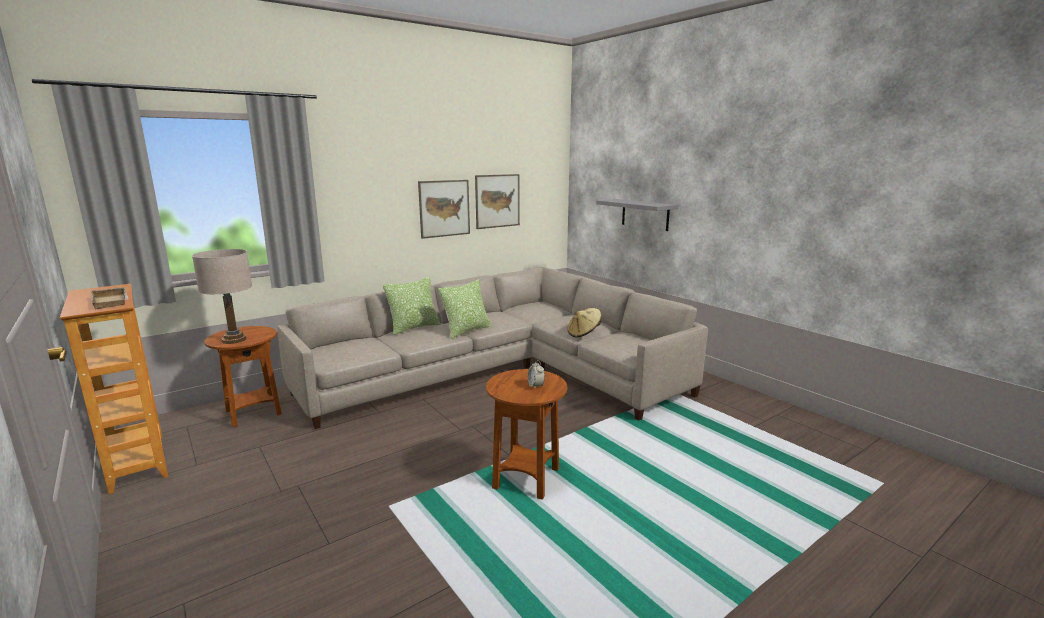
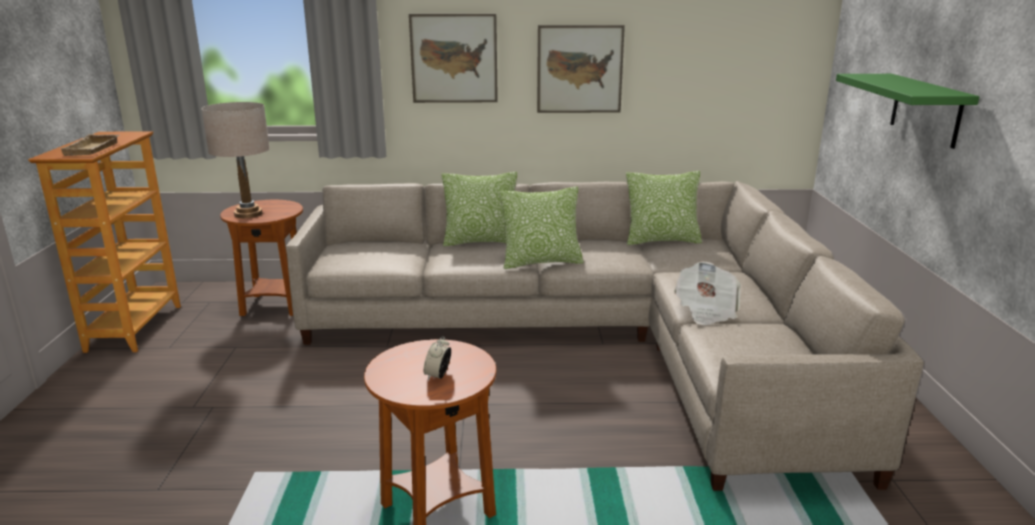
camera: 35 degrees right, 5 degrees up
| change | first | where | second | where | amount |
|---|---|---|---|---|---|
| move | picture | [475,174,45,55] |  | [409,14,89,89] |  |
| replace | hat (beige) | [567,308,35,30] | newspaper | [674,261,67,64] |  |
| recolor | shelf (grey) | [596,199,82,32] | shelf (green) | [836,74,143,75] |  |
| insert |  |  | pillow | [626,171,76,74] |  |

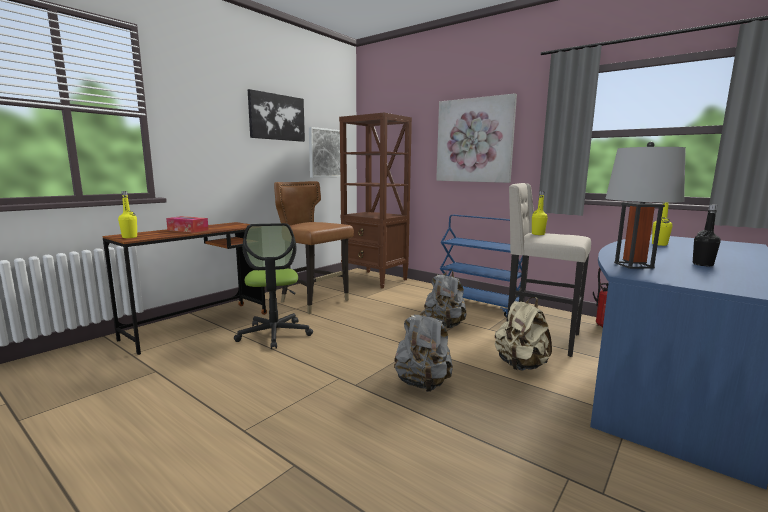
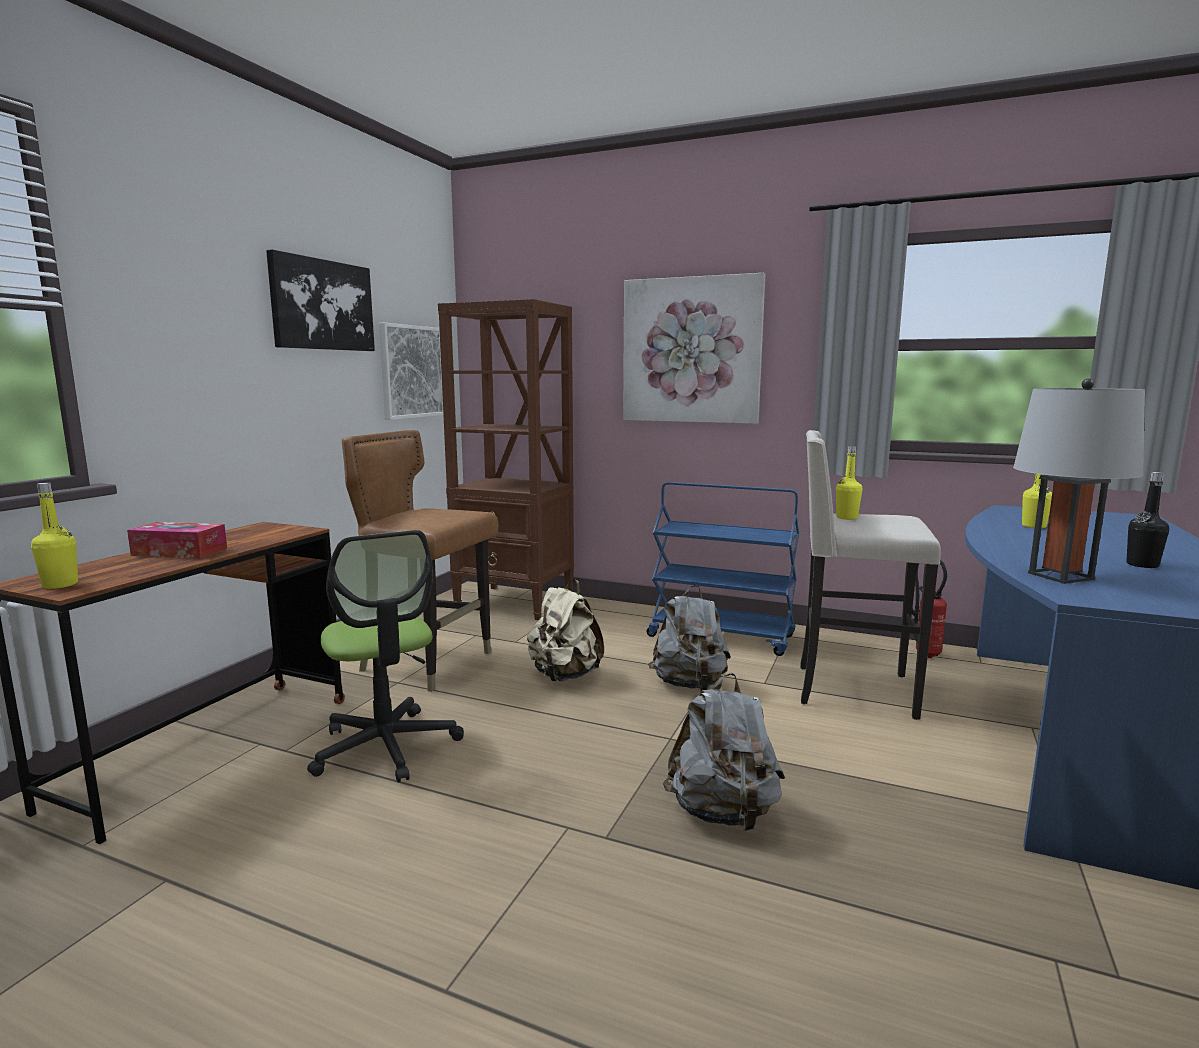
camera: 15 degrees left, 0 degrees up
| change | first | where | second | where | amount |
|---|---|---|---|---|---|
| move | backpack (beige) | [495,297,57,74] |  | [527,580,77,101] |  |

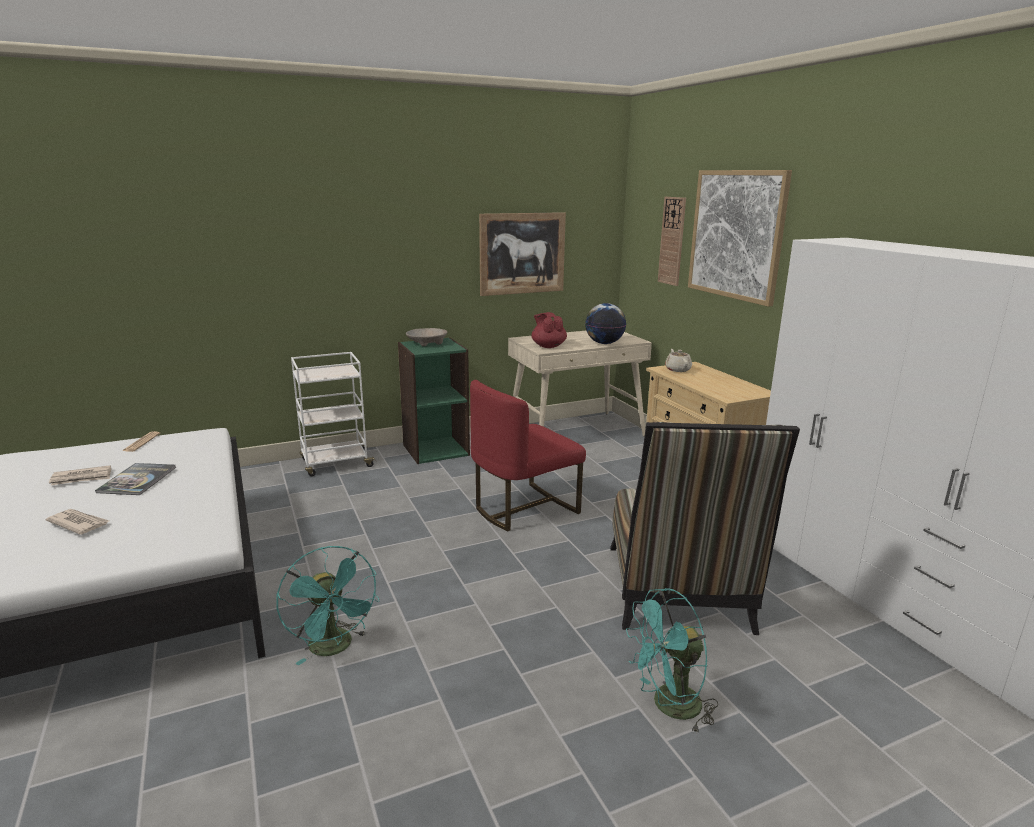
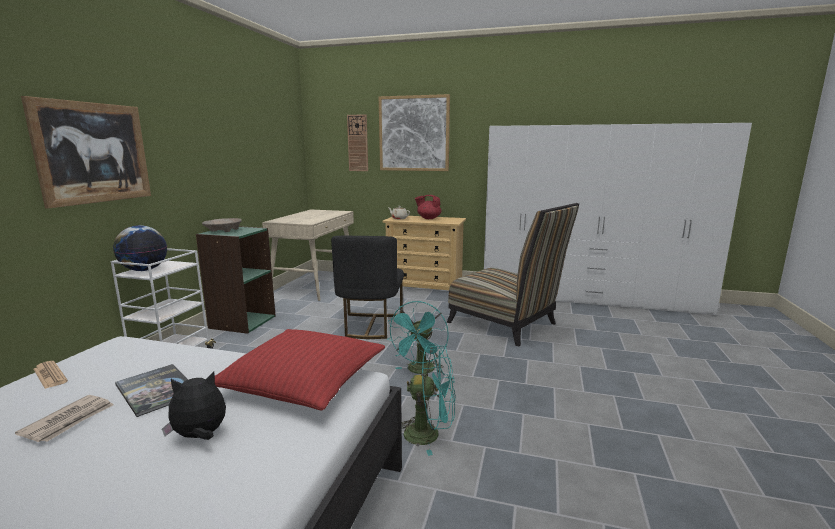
camera: 50 degrees left, 5 degrees down
| change | first | where | second | where | amount |
|---|---|---|---|---|---|
| replace | newspaper | [46,509,63,26] | plush toy | [162,372,64,68] |  |
| recolor | chair (red) | [470,380,116,151] | chair (black) | [331,236,73,103] |  |
| move | picture | [479,212,87,84] |  | [21,96,130,113] |  |
| move | teapot (red) | [531,312,36,36] |  | [415,195,26,24] |  |
| move | globe | [585,303,41,41] |  | [113,225,54,46] |  |
| move | fan (turquoise) | [626,588,92,145] |  | [388,301,61,73] |  |
| insert |  |  | pillow (red) | [215,329,170,81] |  |

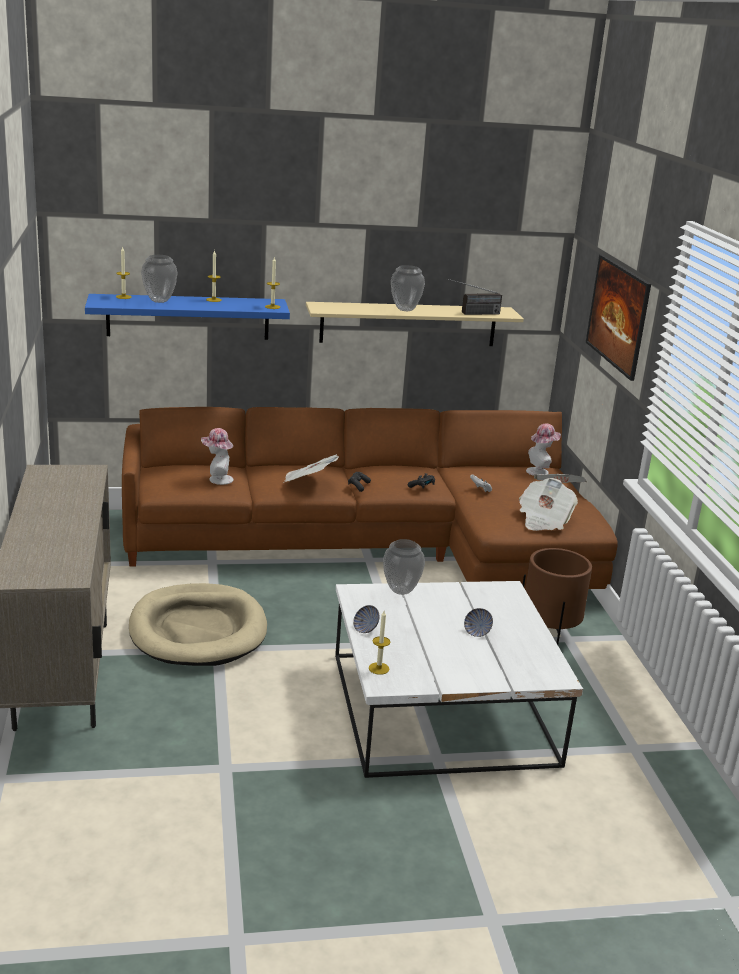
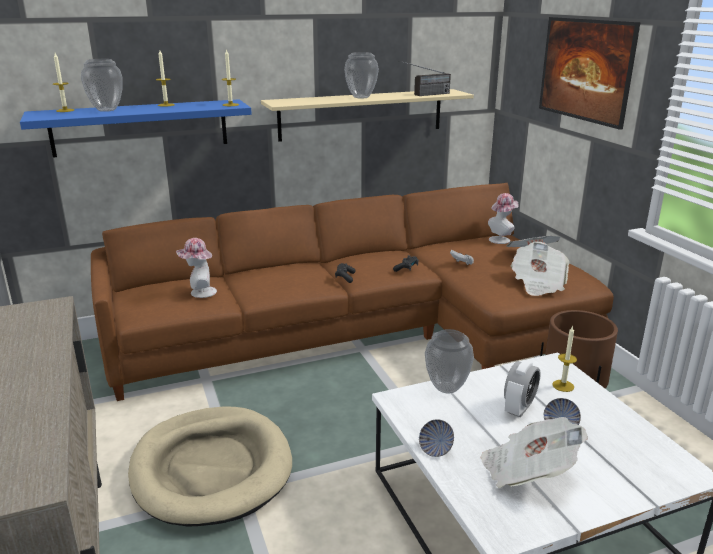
camera: 10 degrees left, 0 degrees up
| change | first | where | second | where | amount |
|---|---|---|---|---|---|
| move | newspaper | [283,454,56,29] |  | [480,417,108,71] |  |
| move | candle | [369,611,21,64] |  | [552,326,25,66] |  |
| insert |  |  | alarm clock | [504,360,37,58] |  |

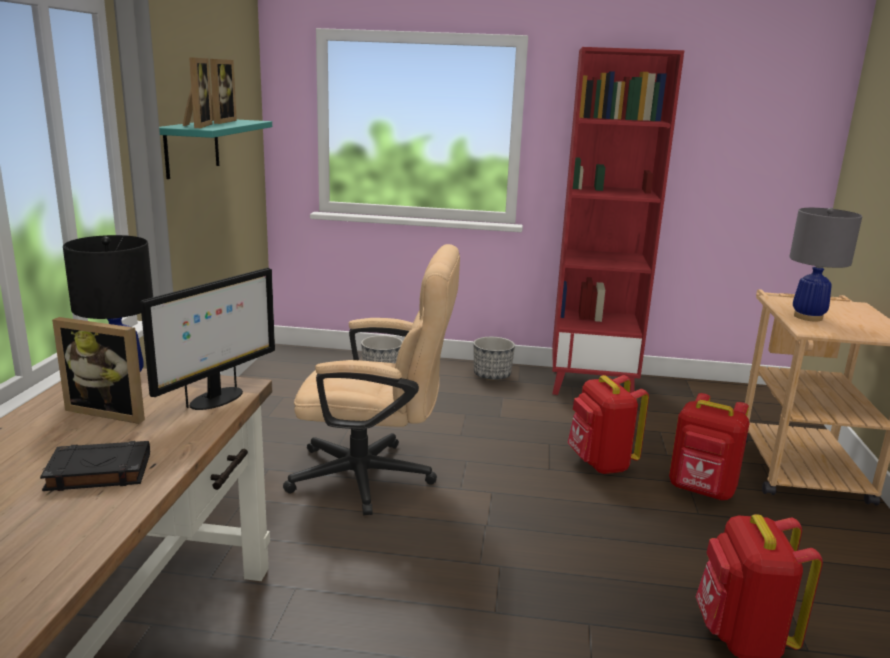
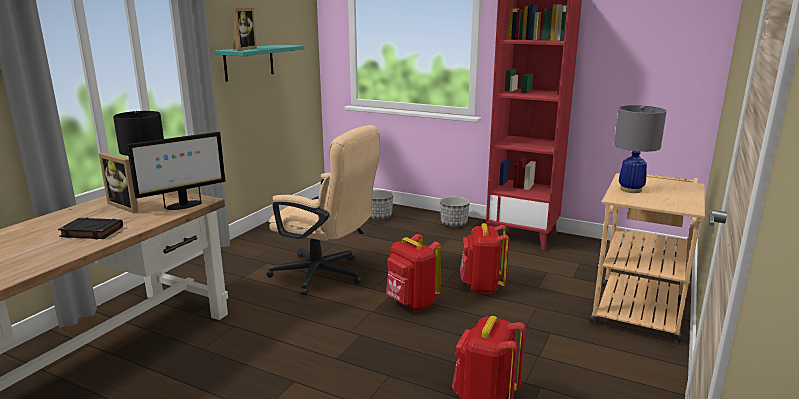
camera: 20 degrees right, 0 degrees up
| change | first | where | second | where | amount |
|---|---|---|---|---|---|
| delete | picture frame | [210,59,27,65] |  |  |  |
| move | backpack (red) | [669,393,81,107] |  | [386,234,56,77] |  |

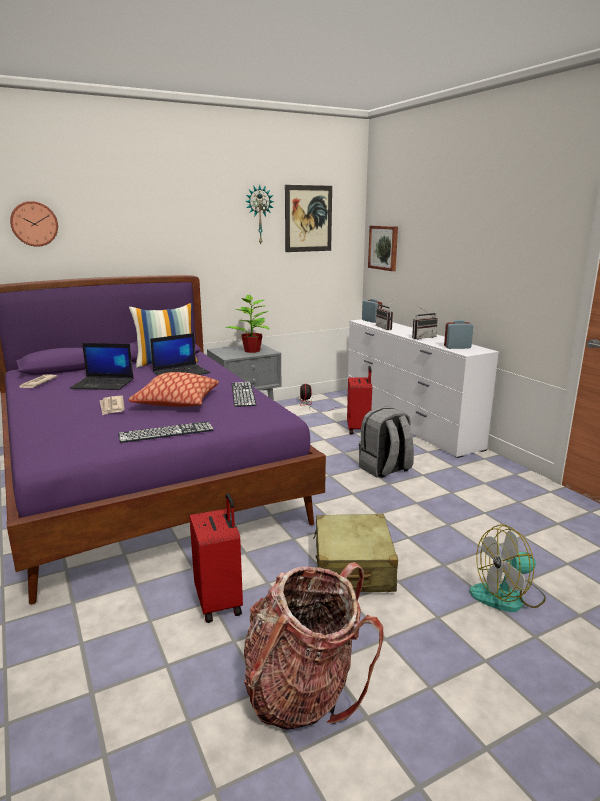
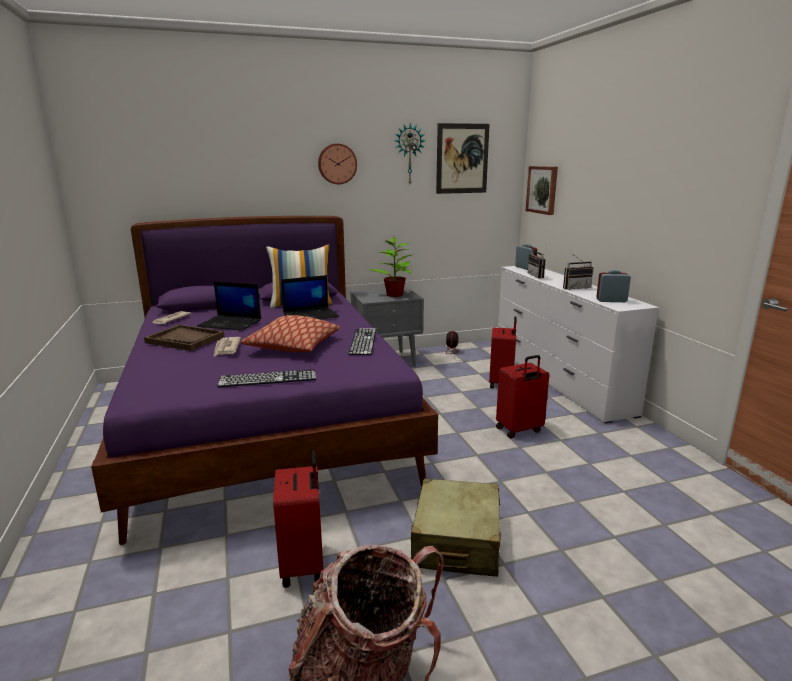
camera: 10 degrees right, 0 degrees up
| change | first | where | second | where | amount |
|---|---|---|---|---|---|
| move | wall clock | [10,201,48,46] |  | [318,143,39,41] |  |
| replace | backpack (grey) | [359,407,55,71] | suitcase (red) | [496,355,53,84] |  |
| delete | fan | [469,524,77,88] |  |  |  |
| insert |  |  | tray (brown) | [144,325,80,26] |  |

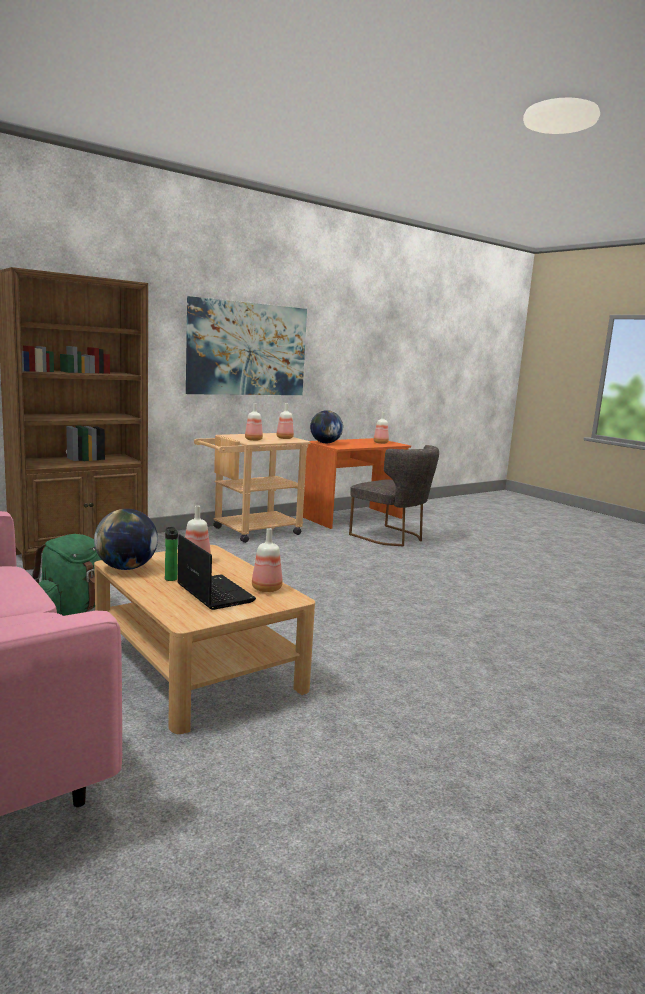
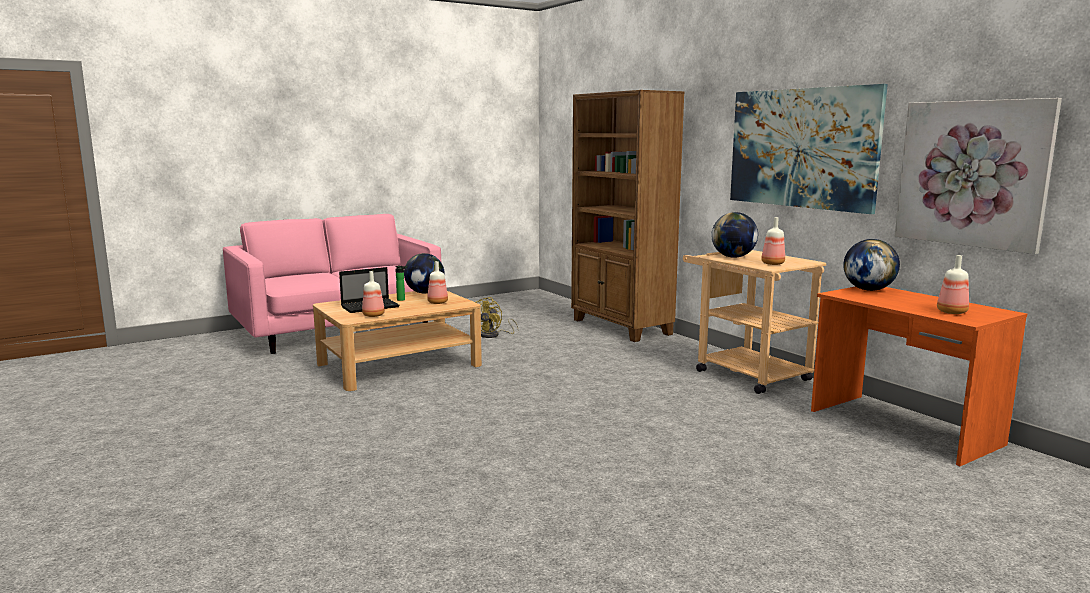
camera: 95 degrees right, 0 degrees up
| change | first | where | second | where | amount |
|---|---|---|---|---|---|
| replace | backpack (green) | [31,534,71,82] | fan (yellow) | [476,297,43,41] |  |
| replace | bottle | [245,403,18,38] | globe | [711,212,47,46] |  |
| delete | chair (grey) | [349,445,90,101] |  |  |  |
| insert |  |  | picture | [895,98,167,156] |  |

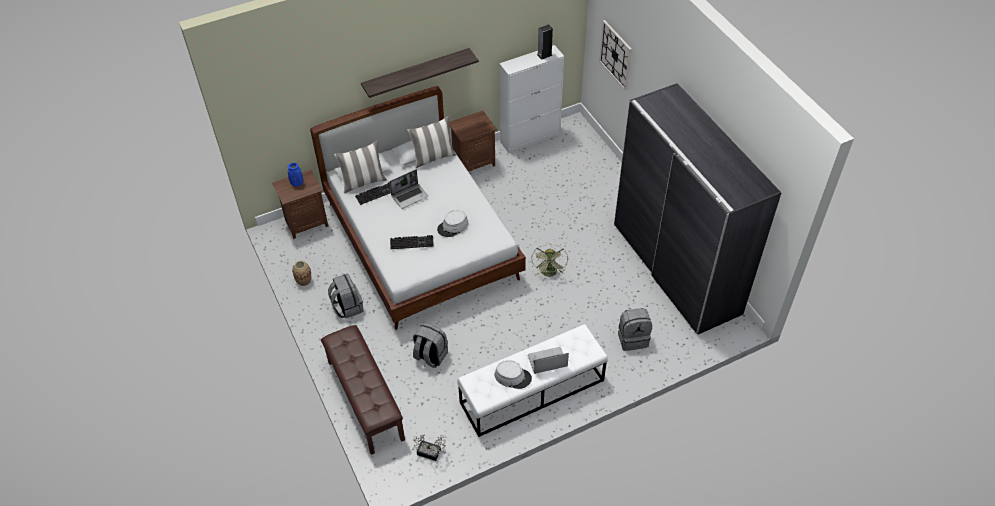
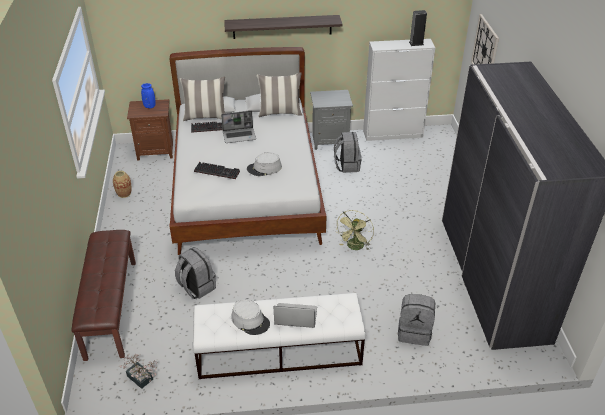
camera: 20 degrees right, 10 degrees down
| change | first | where | second | where | amount |
|---|---|---|---|---|---|
| move | backpack (grey) | [328,273,35,45] |  | [334,132,28,41] |  |
| recolor | nightstand (brown) | [449,111,48,61] | nightstand (grey) | [310,90,43,60] |  |

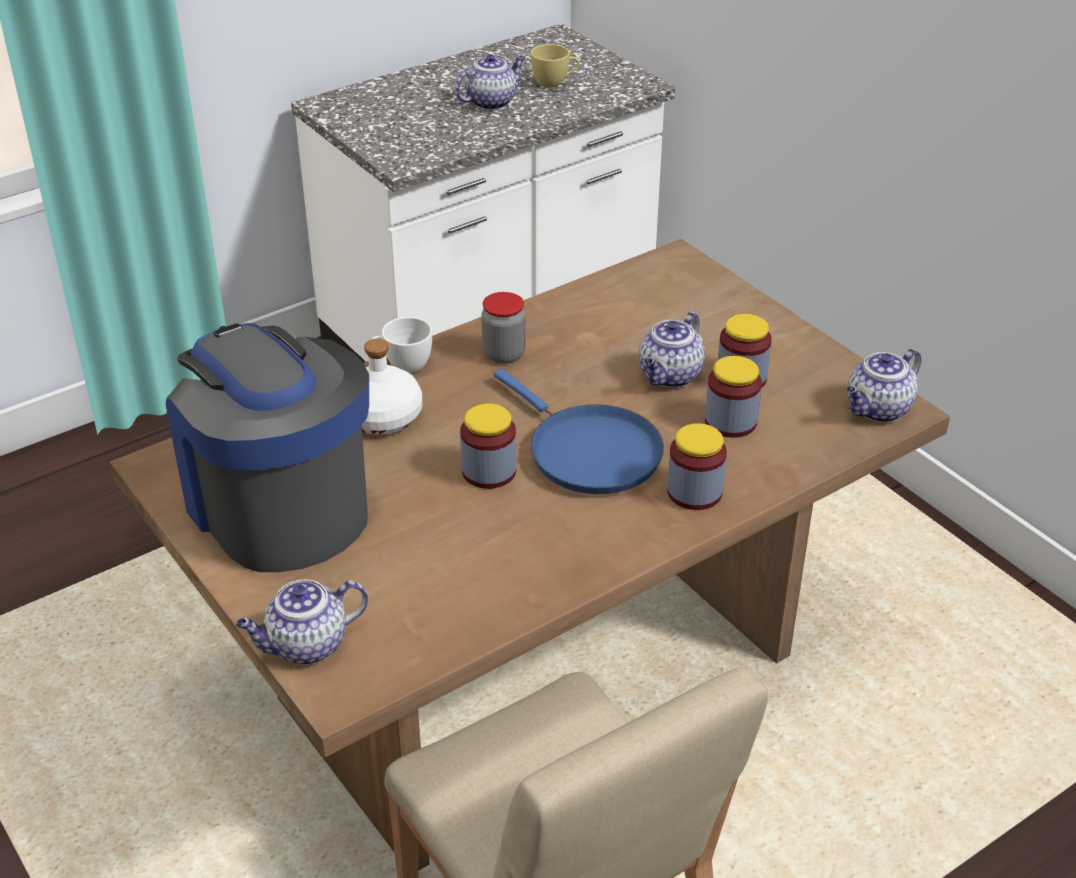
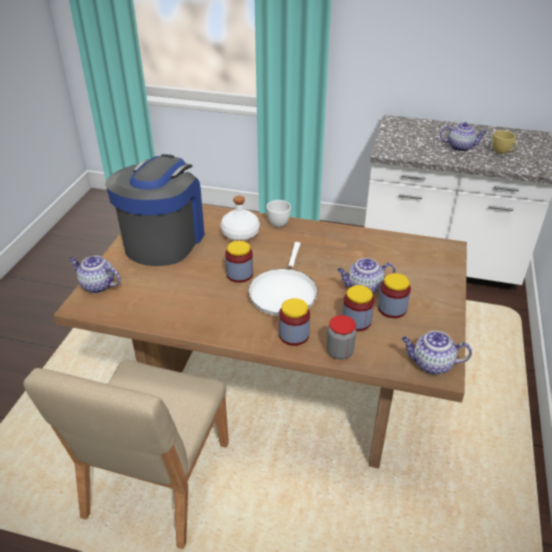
camera: 50 degrees right, 0 degrees up
| change | first | where | second | where | amount |
|---|---|---|---|---|---|
| move | jar | [481,292,45,72] |  | [327,315,29,45] |  |
| recolor | frying pan (blue) | [494,369,170,125] | frying pan (white) | [248,242,70,74] |  |

